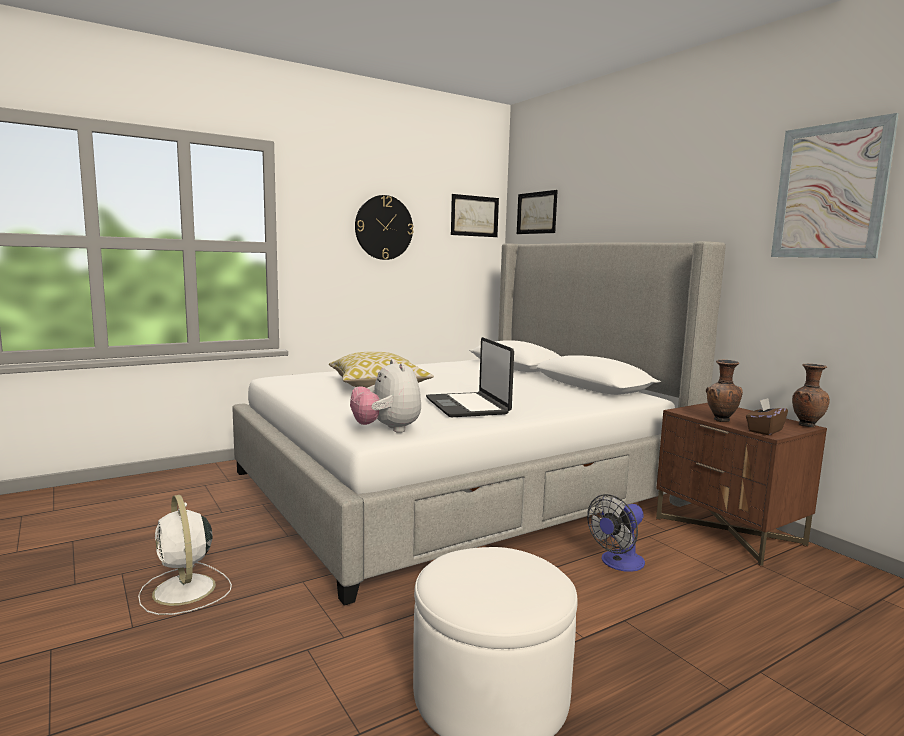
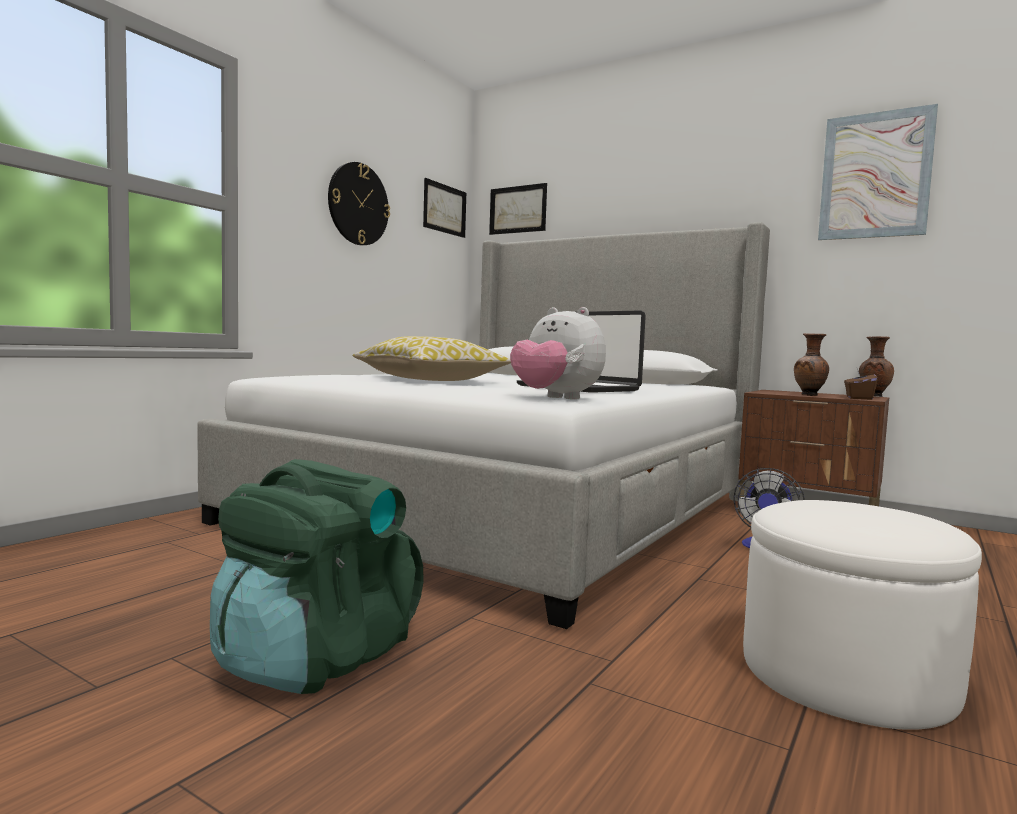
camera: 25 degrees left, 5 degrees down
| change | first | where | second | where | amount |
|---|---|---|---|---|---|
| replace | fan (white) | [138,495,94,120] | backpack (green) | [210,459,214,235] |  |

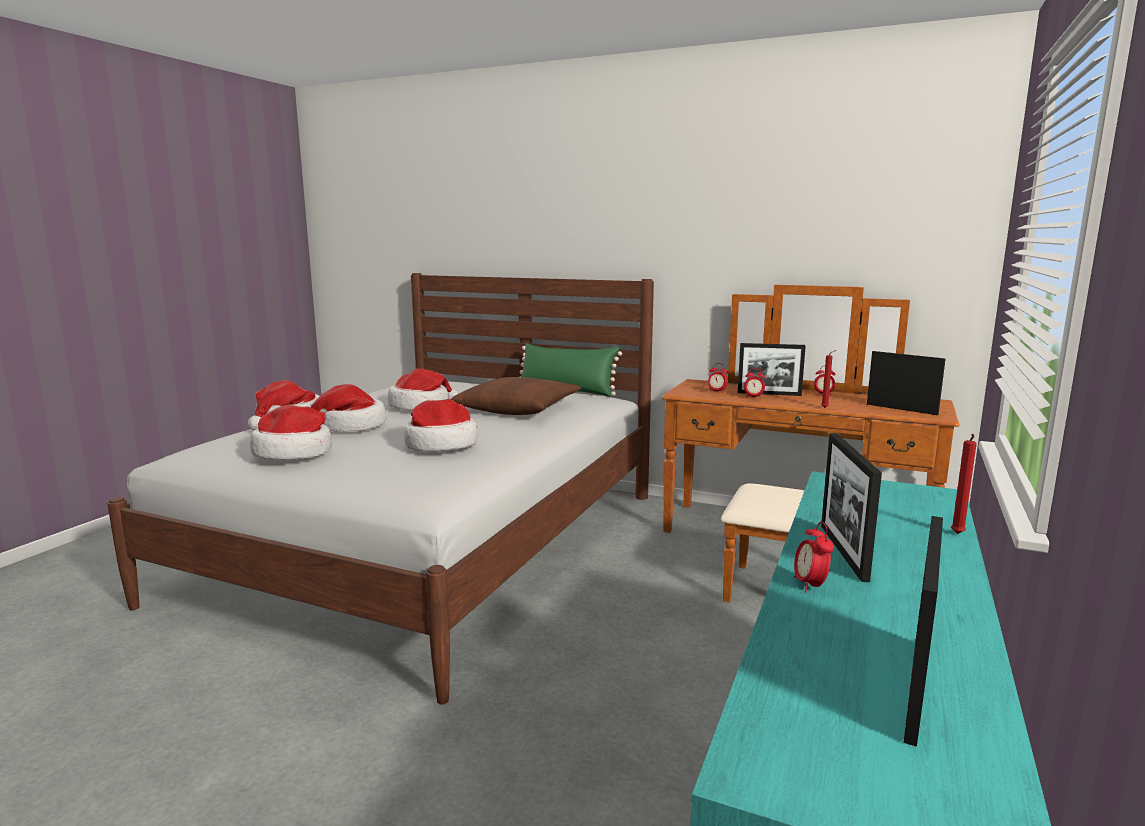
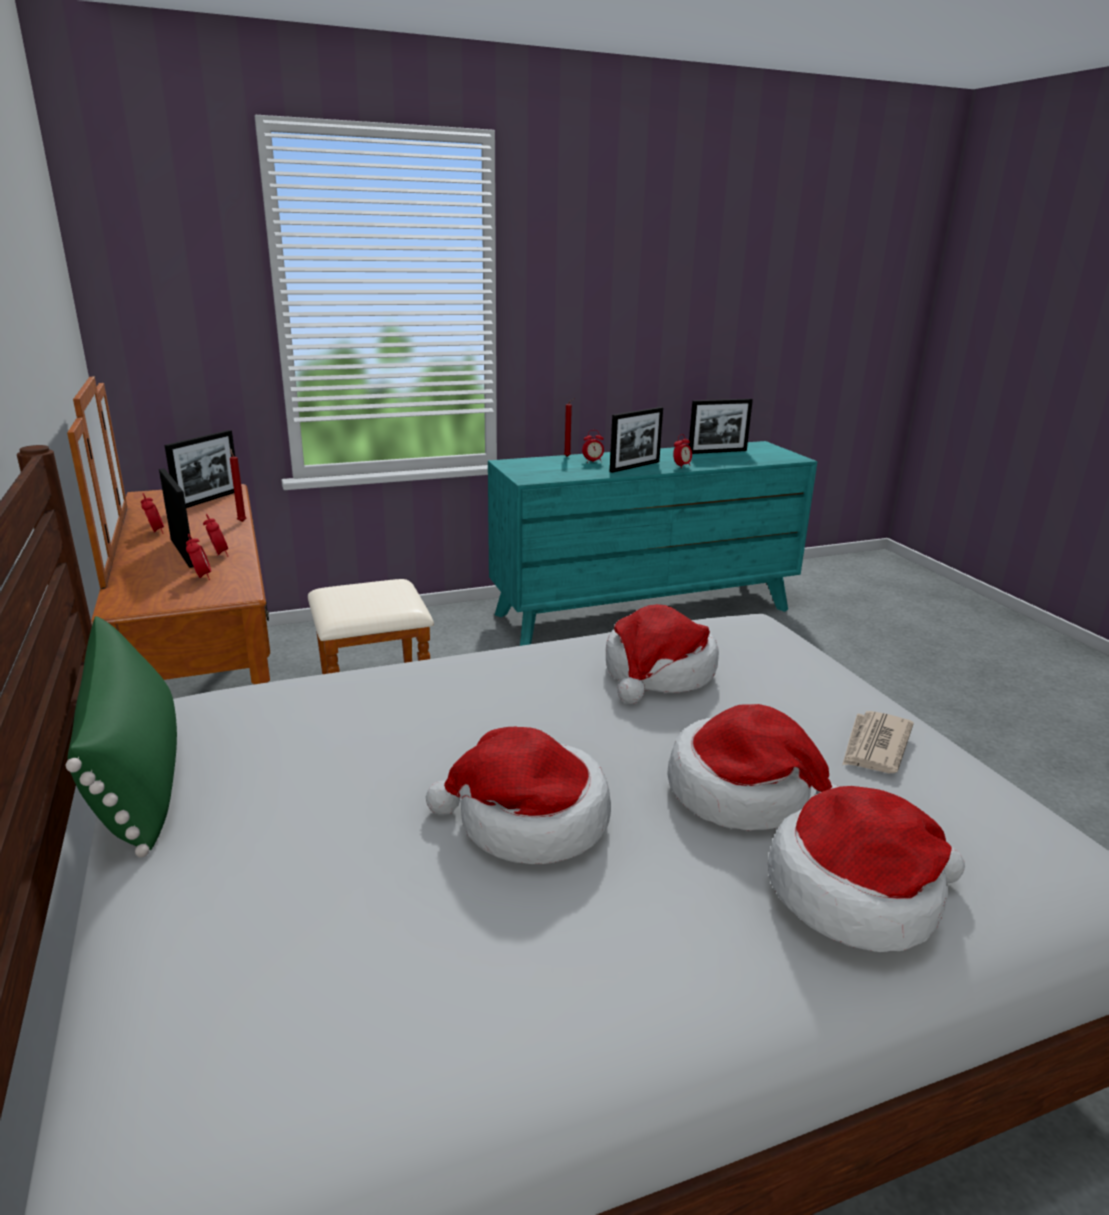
camera: 135 degrees left, 10 degrees up
| change | first | where | second | where | amount |
|---|---|---|---|---|---|
| replace | hat | [250,405,82,55] | newspaper | [842,711,72,62] |  |
| delete | pillow (brown) | [451,377,130,38] |  |  |  |
| rotate | picture frame | [867,351,79,64] |  | [165,430,70,78] | 150 degrees counterclockwise |
| insert |  |  | alarm clock | [582,430,22,33] |  |

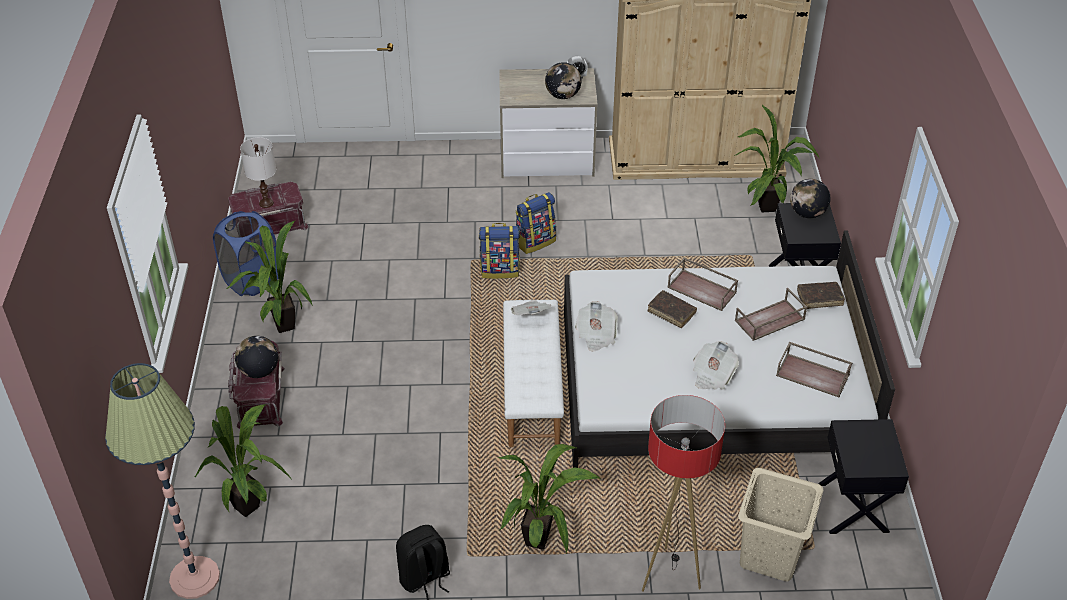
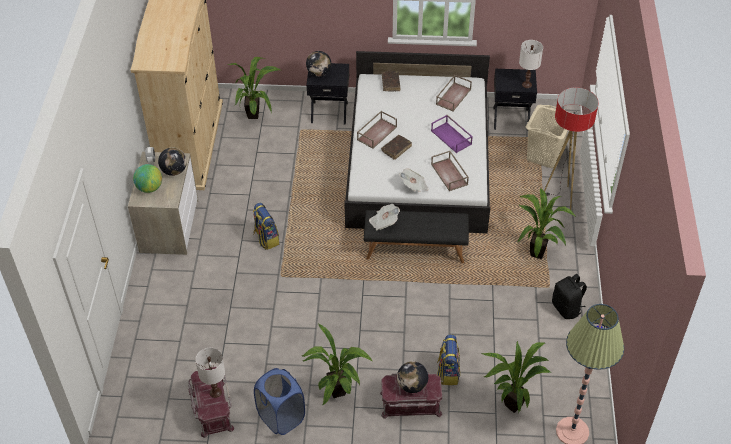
camera: 85 degrees left, 5 degrees up
| change | first | where | second | where | amount |
|---|---|---|---|---|---|
| move | backpack | [479,223,41,56] |  | [437,334,23,51] |  |
| recolor | bench (white) | [503,300,61,147] | bench (black) | [364,210,105,53] |  |
| replace | newspaper | [693,341,46,49] | tray (purple) | [431,115,42,38] |  |
| move | tray (brown) | [735,288,72,53] |  | [431,151,38,40] |  |
| insert |  |  | globe | [133,164,29,29] |  |
| insert |  |  | table lamp (white) | [519,40,24,48] |  |

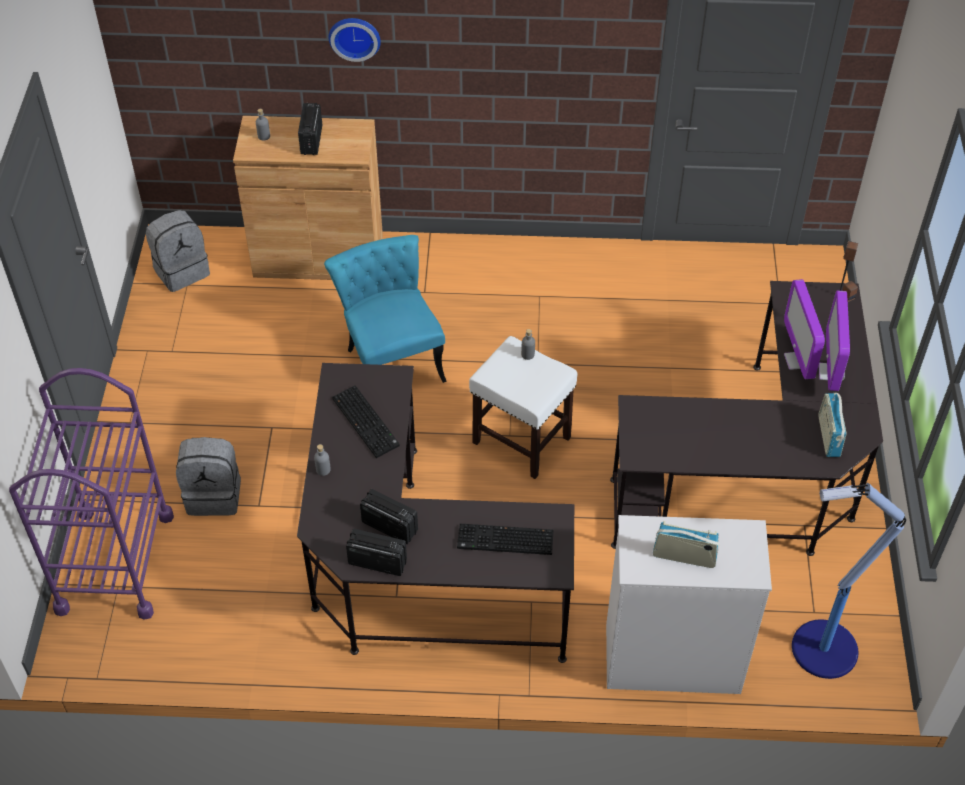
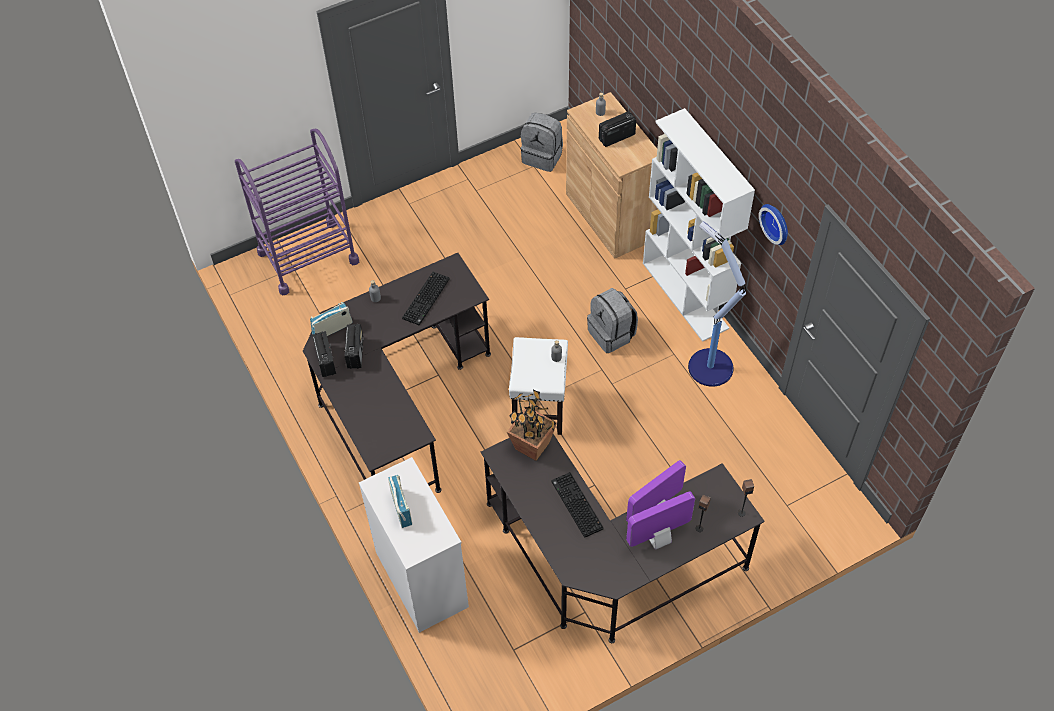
camera: 60 degrees right, 5 degrees up
| change | first | where | second | where | amount |
|---|---|---|---|---|---|
| move | backpack (grey) | [176,437,65,79] |  | [587,288,51,65] |  |
| delete | chair (turquoise) | [324,235,123,148] |  |  |  |
| move | wall clock | [329,18,52,44] |  | [759,204,29,41] |  |
| move | keyboard | [457,524,97,31] |  | [551,472,53,66] |  |
| move | floor lamp | [792,483,114,196] |  | [688,221,58,166] |  |
| move | radio | [819,393,28,64] |  | [310,302,43,34] |  |
| insert |  |  | potted plant | [507,389,50,72] |  |
| insert |  |  | bookcase (white) | [643,108,112,234] |  |

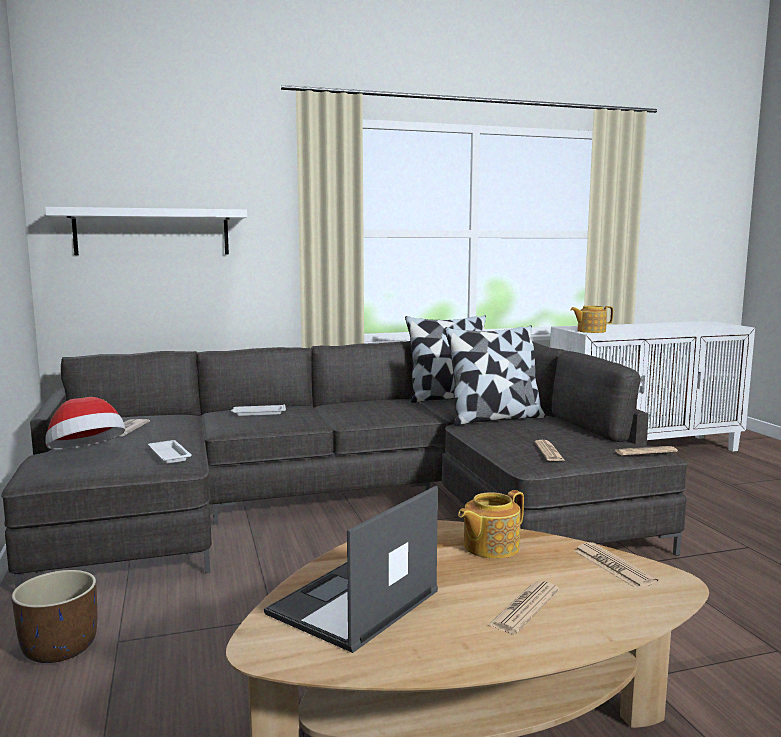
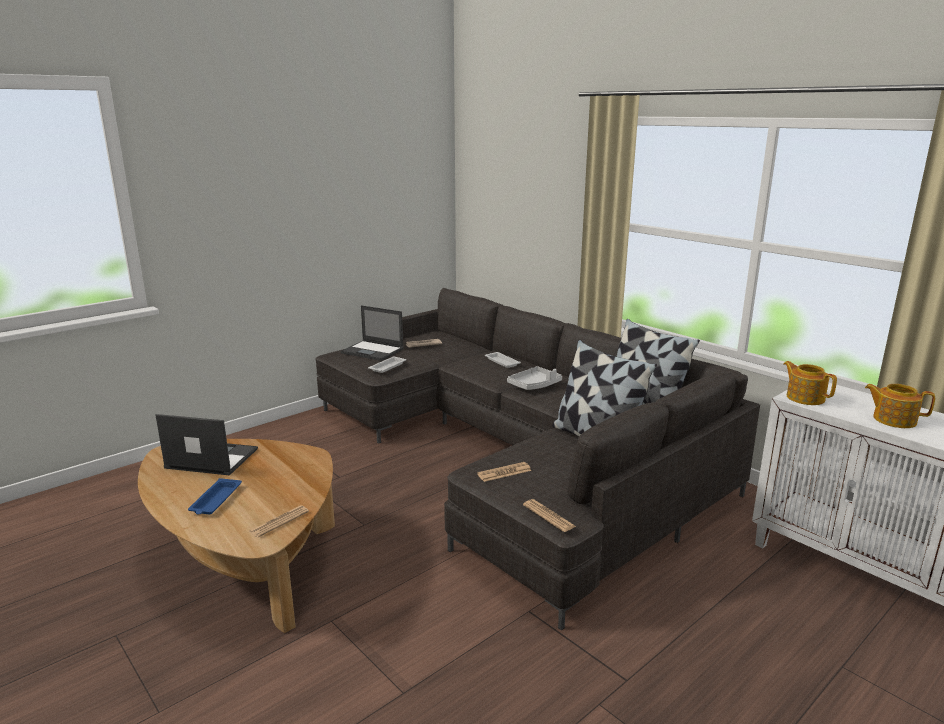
camera: 65 degrees right, 10 degrees up
| change | first | where | second | where | amount |
|---|---|---|---|---|---|
| delete | planter (brown) | [11,570,86,93] |  |  |  |
| delete | shelf (white) | [45,207,202,48] |  |  |  |
| replace | hat | [45,397,80,53] | laptop | [341,305,63,56] |  |
| move | teapot | [458,490,66,69] |  | [865,384,70,44] |  |
| replace | newspaper | [488,581,71,53] | tray (blue) | [188,478,54,37] |  |
| insert |  |  | tray (grey) | [507,366,55,24] |  |

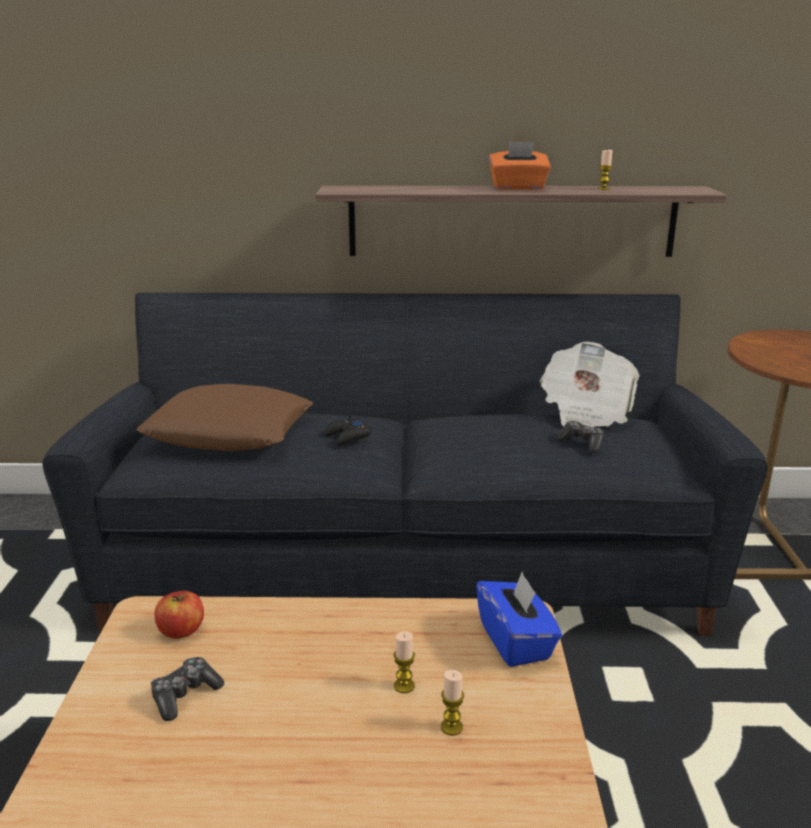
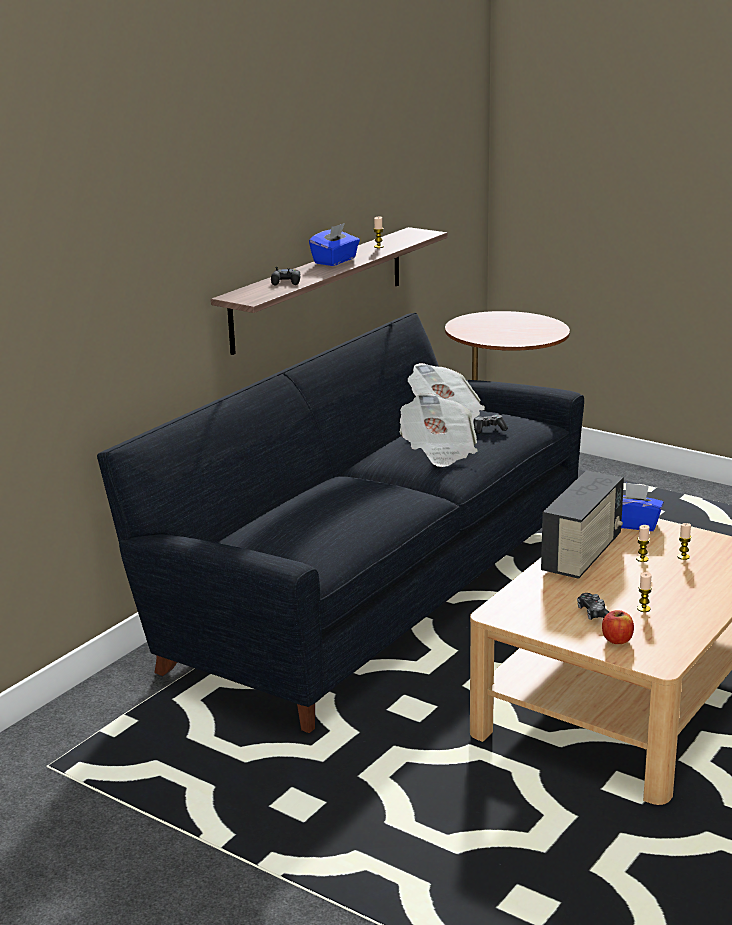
camera: 55 degrees left, 0 degrees up
| change | first | where | second | where | amount |
|---|---|---|---|---|---|
| delete | pillow (brown) | [136,384,177,67] |  |  |  |
| move | apple | [154,591,50,48] |  | [602,610,32,34] |  |
| move | game controller (black) | [325,415,47,31] |  | [271,267,29,19] |  |
| recolor | tissue box (orange) | [489,141,62,49] | tissue box (blue) | [309,223,51,43] |  |
| insert |  |  | newspaper | [400,393,77,74] |  |
| insert |  |  | radio | [541,470,83,109] |  |
| insert |  |  | candle | [637,572,15,40] |  |

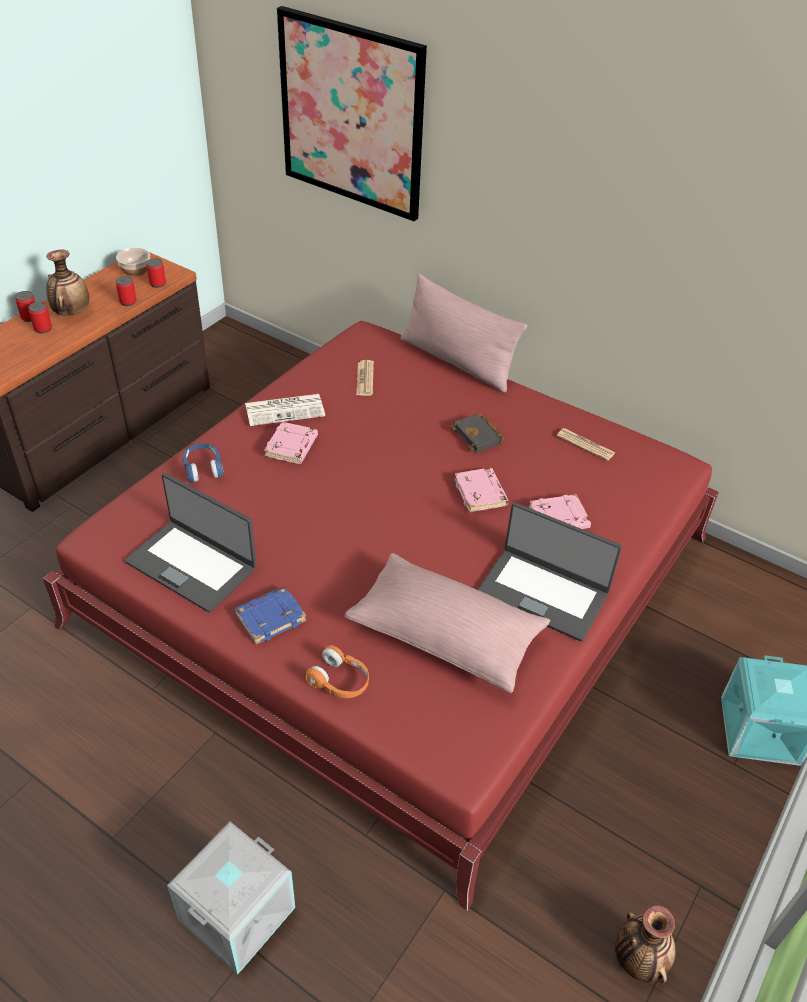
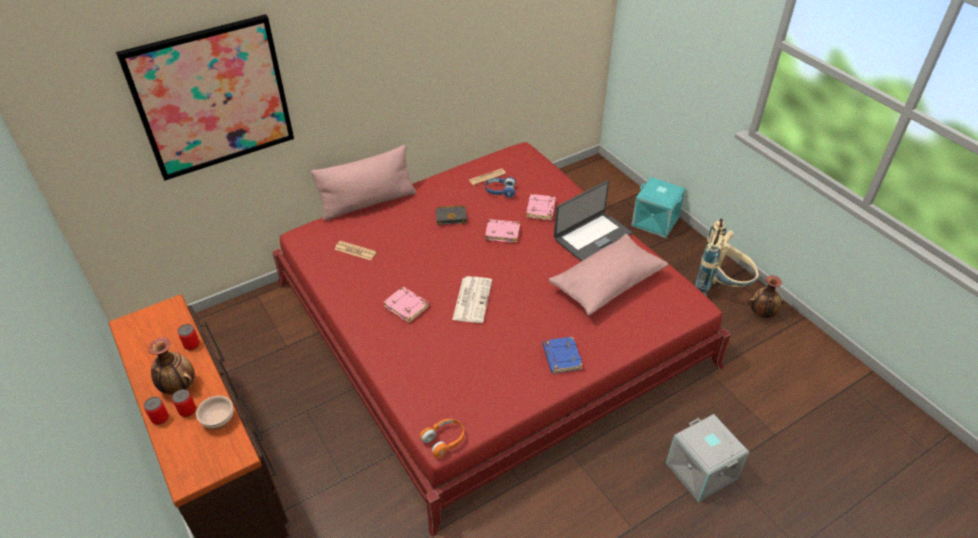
camera: 65 degrees left, 0 degrees up
| change | first | where | second | where | amount |
|---|---|---|---|---|---|
| move | bowl | [116,248,34,28] |  | [196,395,38,35] |  |
| delete | laptop | [124,473,133,140] |  |  |  |
| delete | can | [146,258,20,30] |  |  |  |
| move | headphones (blue) | [183,443,41,40] |  | [485,177,31,21] |  |
| move | newspaper | [245,394,80,32] |  | [452,276,40,47] |  |
| move | headphones (orange) | [306,645,63,53] |  | [420,419,44,39] |  |
| insert |  |  | backpack (beige) | [695,219,64,77] |  |

